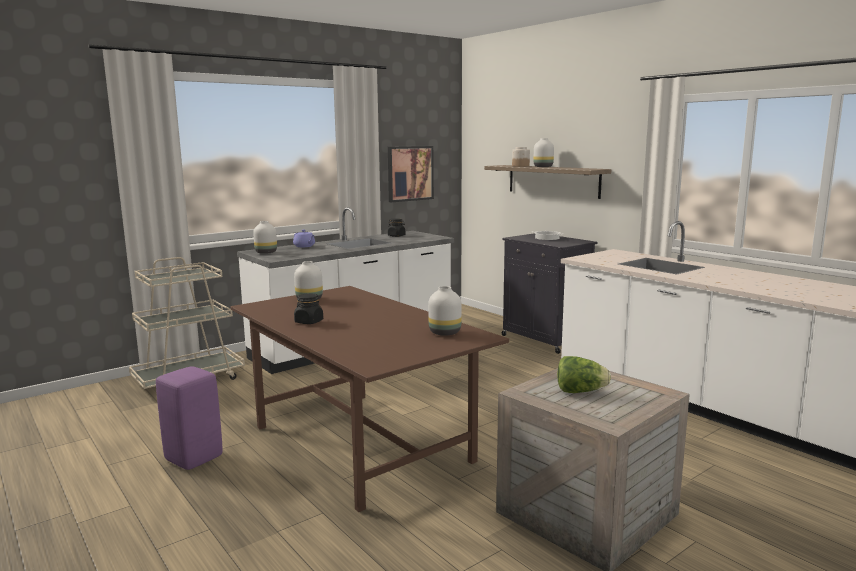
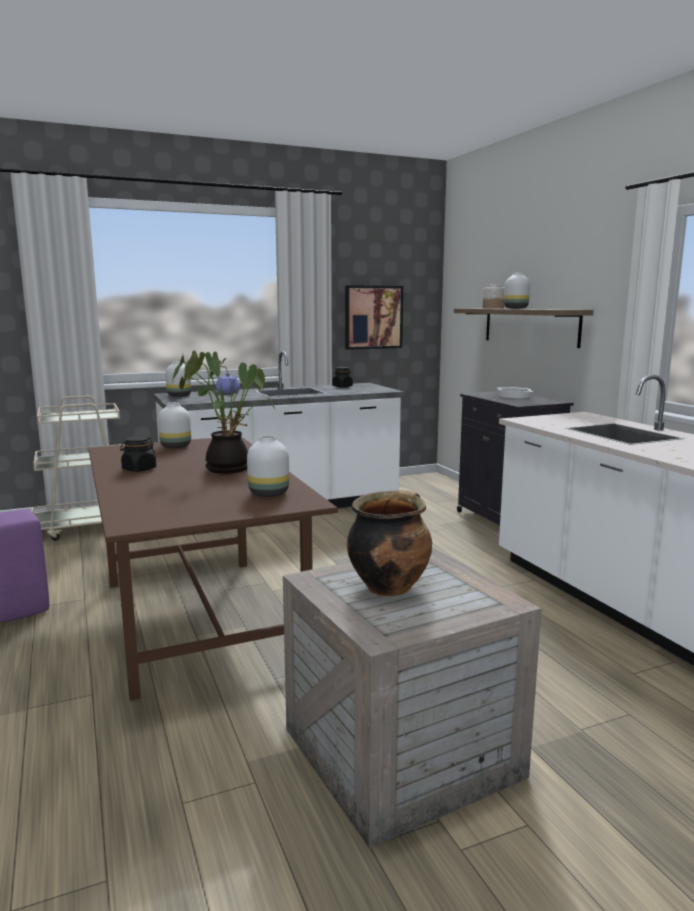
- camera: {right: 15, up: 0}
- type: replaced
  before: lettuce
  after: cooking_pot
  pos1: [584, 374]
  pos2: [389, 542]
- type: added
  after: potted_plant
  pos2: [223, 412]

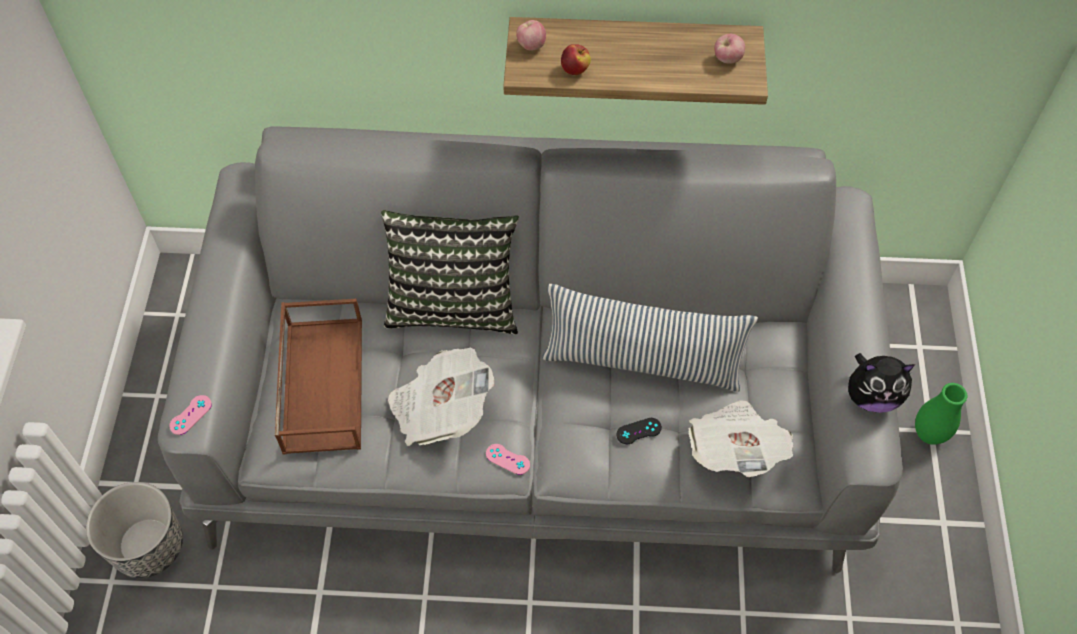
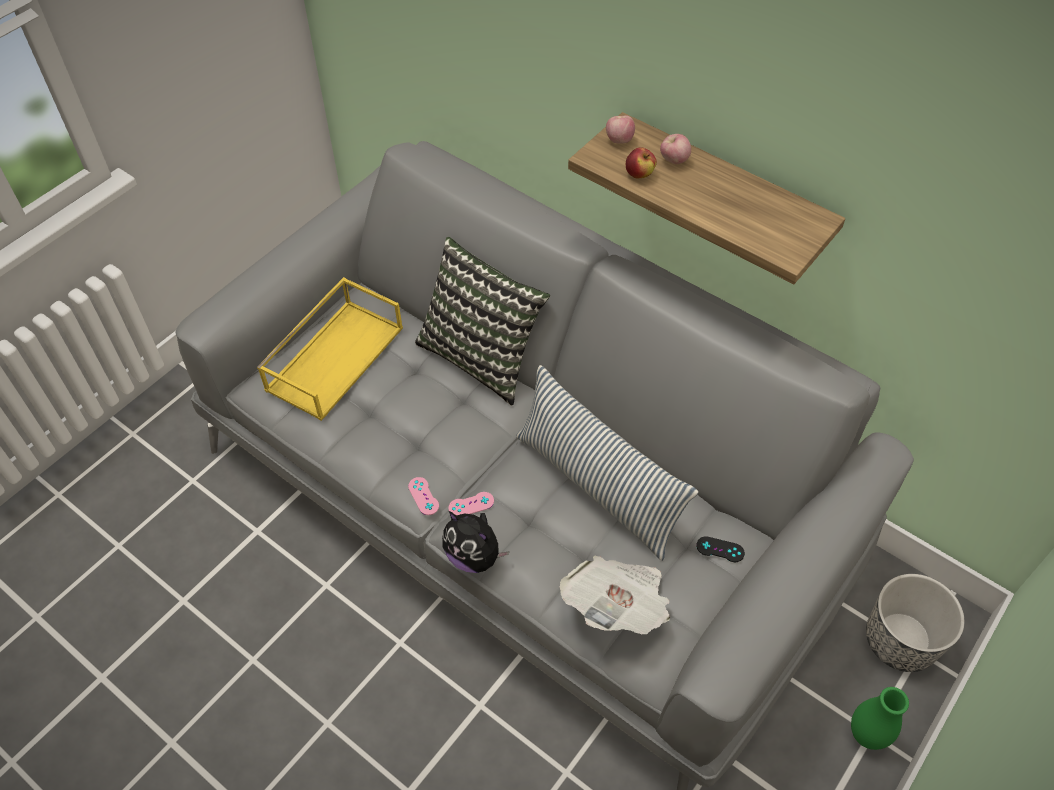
- camera: {right: 35, up: -5}
- type: moved
  before: planter
  pos1: [134, 530]
  pos2: [915, 623]
- type: moved
  before: pink_game_controller
  pos1: [190, 415]
  pos2: [471, 504]
- type: recoloured
  before: brown_tray
  after: yellow_tray
  pos1: [318, 377]
  pos2: [330, 349]
- type: removed
  before: newspaper
  pos1: [441, 397]
- type: moved
  before: black_game_controller
  pos1: [639, 431]
  pos2: [720, 549]
- type: moved
  before: apple
  pos1: [729, 49]
  pos2: [675, 149]
- type: moved
  before: plush_toy
  pos1: [881, 383]
  pos2: [476, 542]

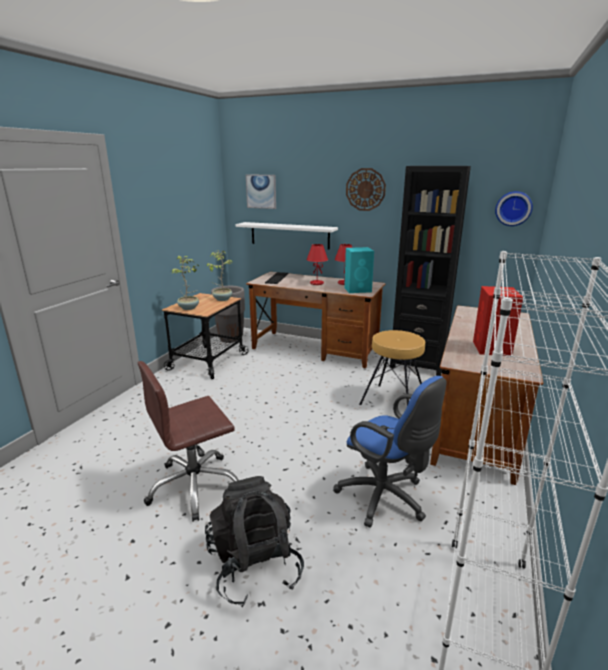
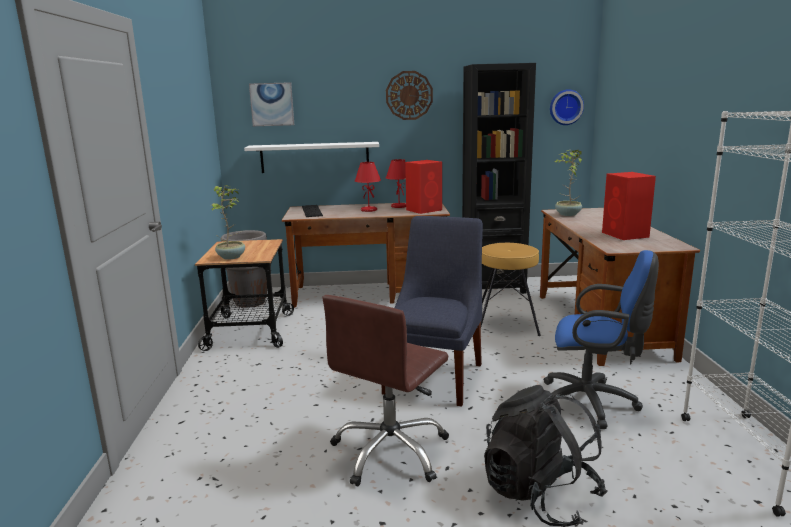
- camera: {right: -25, up: -5}
- type: moved
  before: potted_plant
  pos1: [220, 276]
  pos2: [568, 183]
- type: recoloured
  before: turquoise_speaker
  after: red_speaker
  pos1: [359, 270]
  pos2: [423, 187]
- type: added
  after: blue_chair
  pos2: [432, 311]

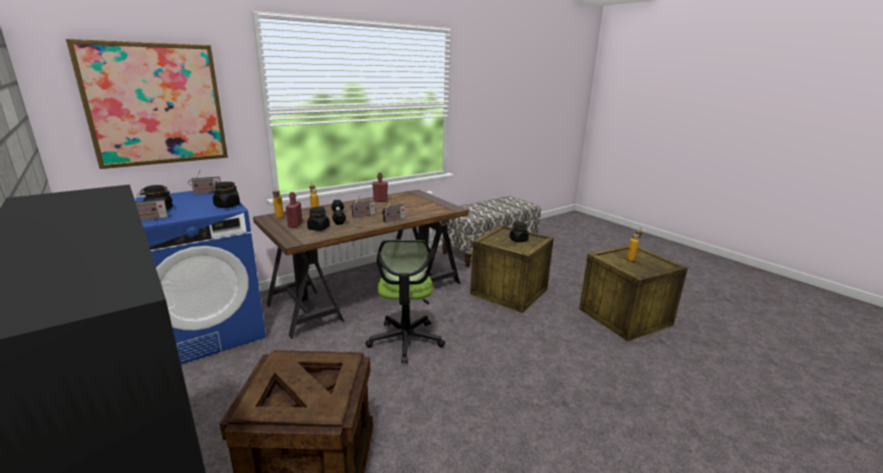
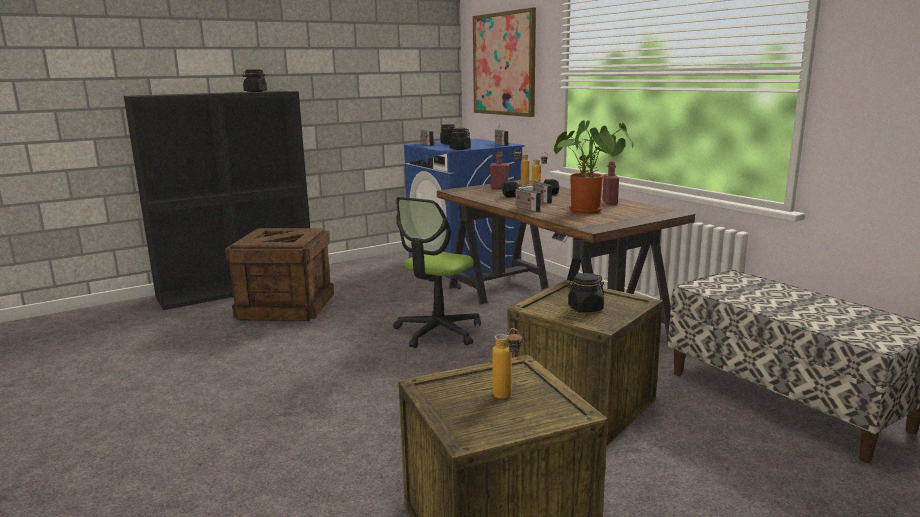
- camera: {right: 95, up: -5}
- type: moved
  before: black_jar
  pos1: [318, 219]
  pos2: [255, 80]
- type: turned
  before: office_chair
  pos1: [405, 302]
  pos2: [437, 272]
  turn: -60
- type: added
  after: potted_plant
  pos2: [594, 167]

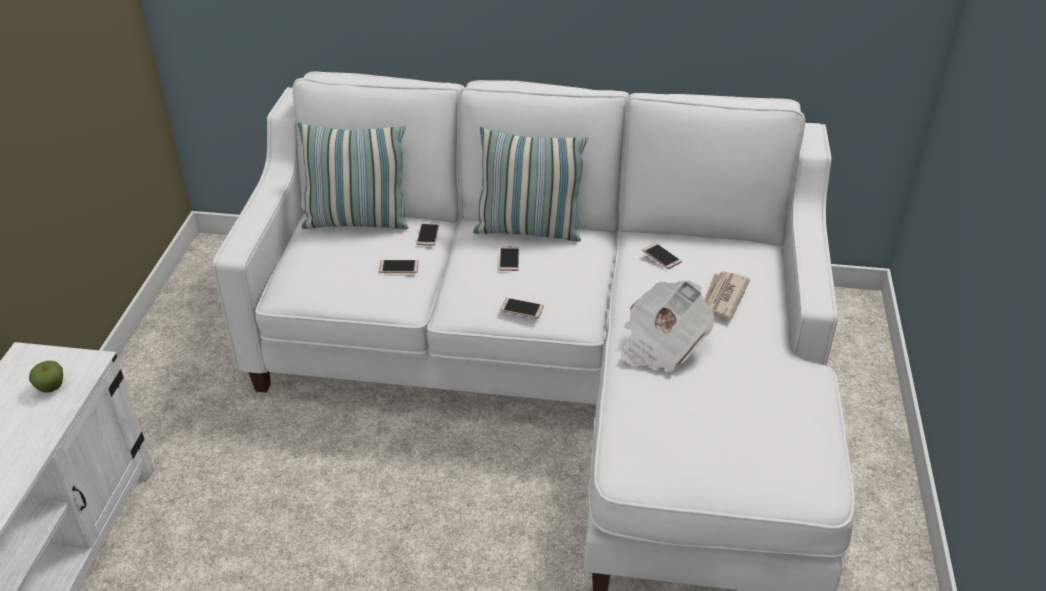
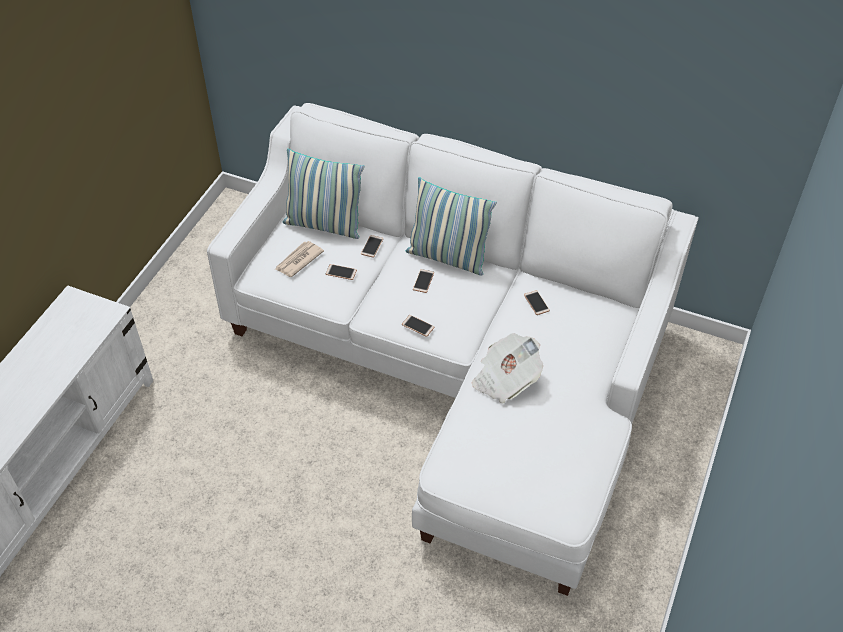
- camera: {right: 15, up: 10}
- type: removed
  before: apple
  pos1: [46, 377]
- type: moved
  before: newspaper
  pos1: [727, 295]
  pos2: [299, 259]

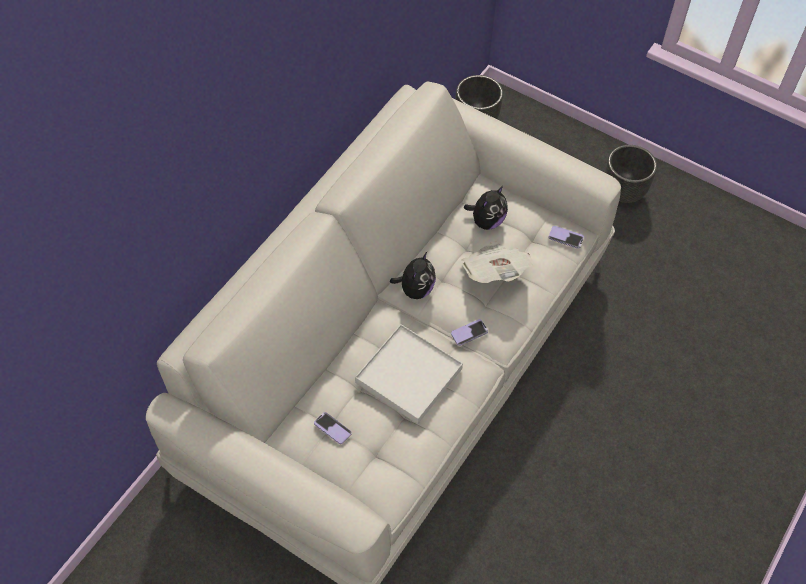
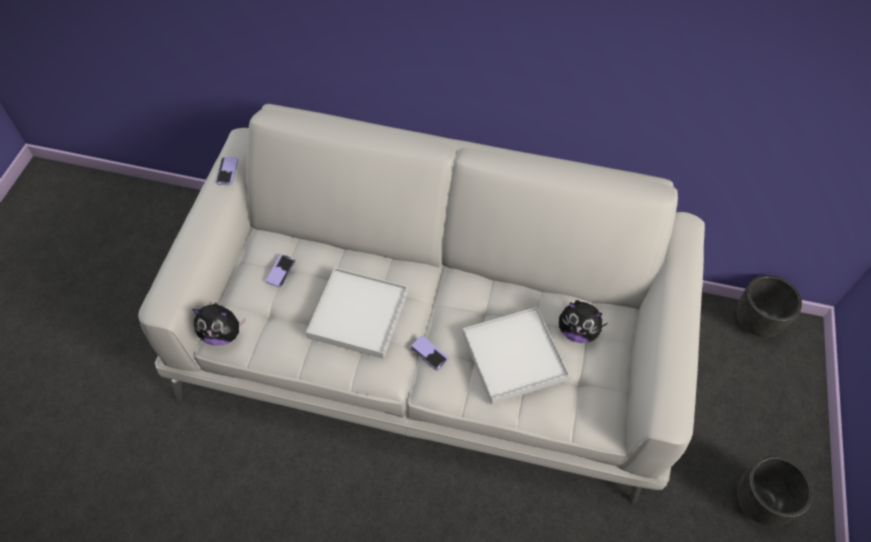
- camera: {right: 70, up: 0}
- type: moved
  before: plush_toy
  pos1: [413, 275]
  pos2: [219, 324]
- type: replaced
  before: newspaper
  after: white_tray
  pos1: [497, 262]
  pos2: [515, 355]
- type: moved
  before: phone
  pos1: [566, 237]
  pos2: [227, 171]

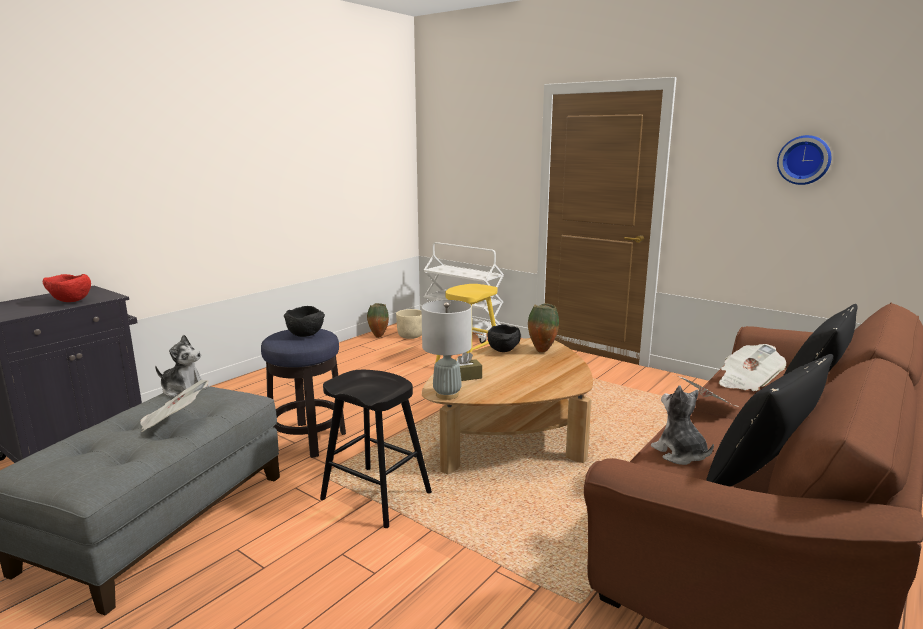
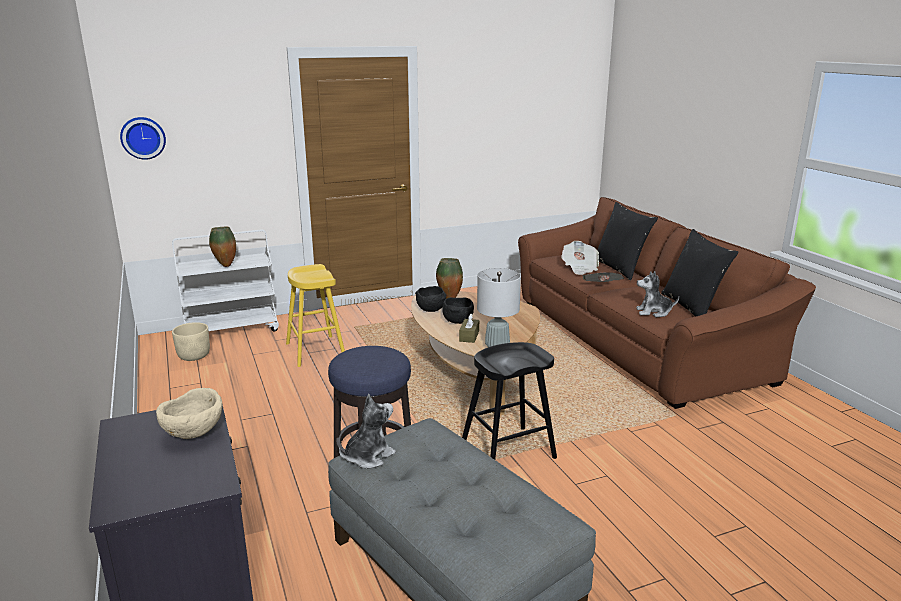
- camera: {right: -60, up: 5}
- type: recoloured
  before: red_bowl
  after: beige_bowl
  pos1: [67, 288]
  pos2: [189, 413]
- type: removed
  before: newspaper
  pos1: [174, 405]
- type: moved
  before: black_bowl
  pos1: [304, 321]
  pos2: [458, 310]
- type: moved
  before: vase
  pos1: [378, 320]
  pos2: [222, 246]
- type: moved
  before: wall_clock
  pos1: [804, 160]
  pos2: [143, 138]

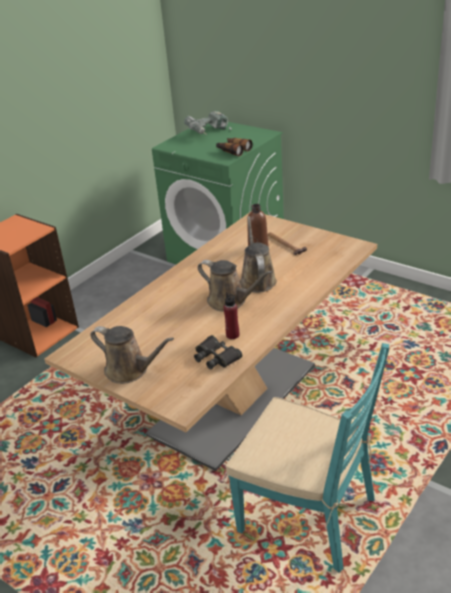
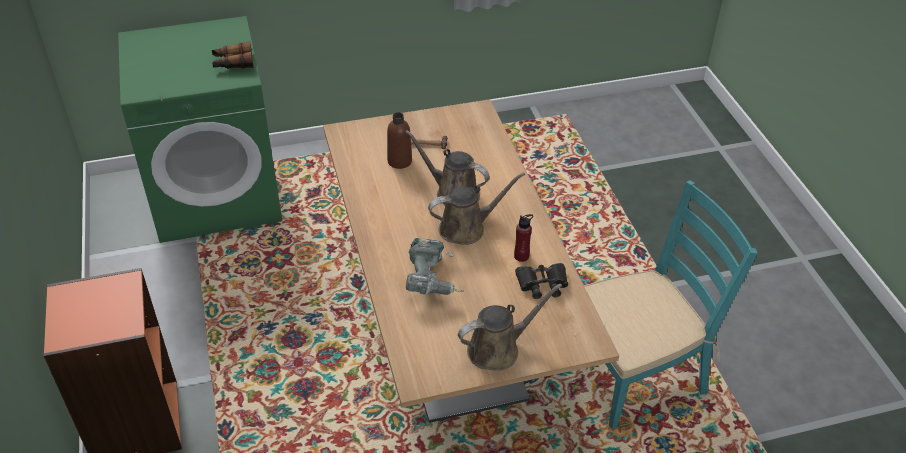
- camera: {right: -55, up: 10}
- type: moved
  before: power_drill
  pos1: [208, 123]
  pos2: [434, 266]

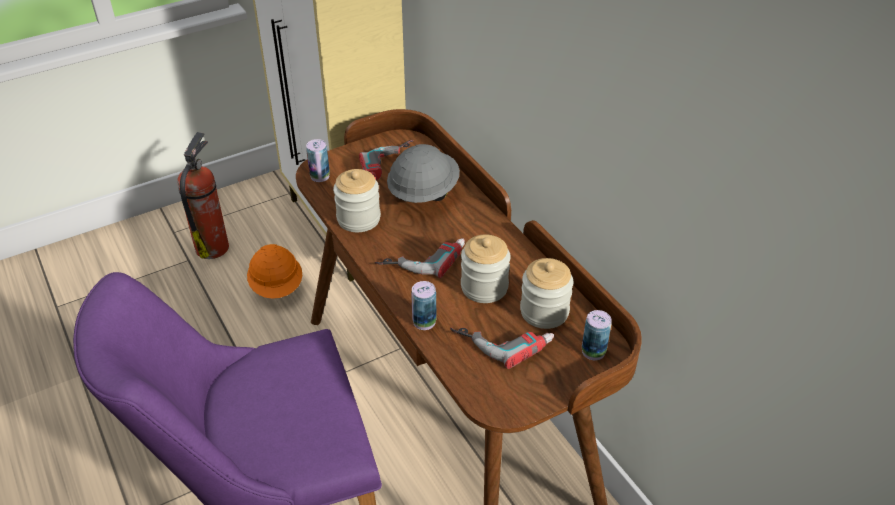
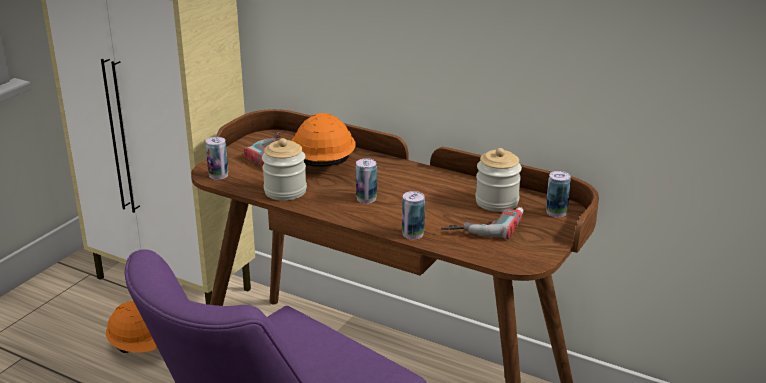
- camera: {right: -30, up: -15}
- type: removed
  before: fire_extinguisher
  pos1: [203, 195]
- type: replaced
  before: power_drill
  after: can
  pos1: [420, 258]
  pos2: [366, 180]
- type: recoloured
  before: grey_hard_hat
  after: orange_hard_hat
  pos1: [423, 173]
  pos2: [323, 140]
- type: removed
  before: jar
  pos1: [486, 268]

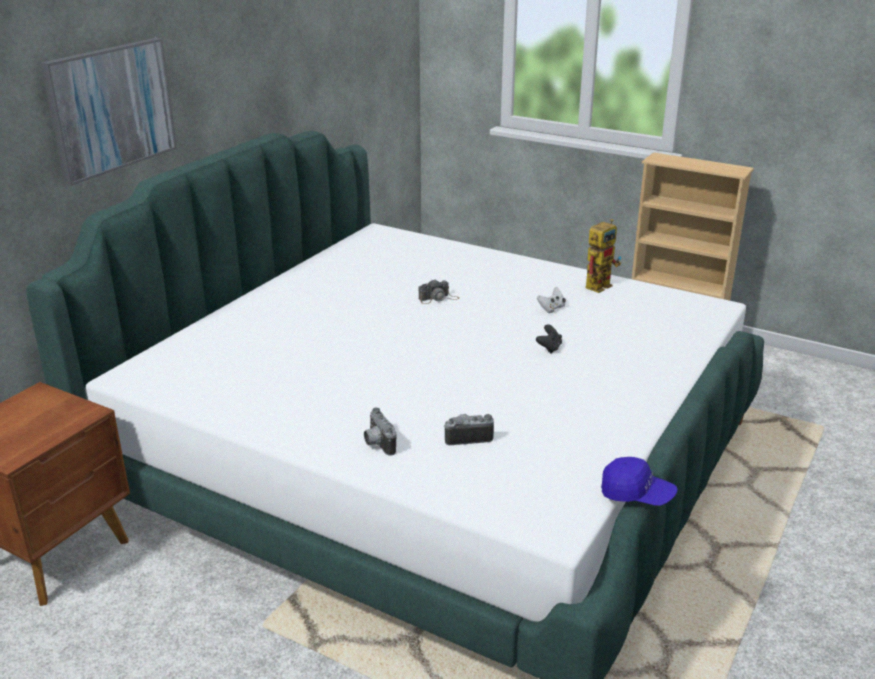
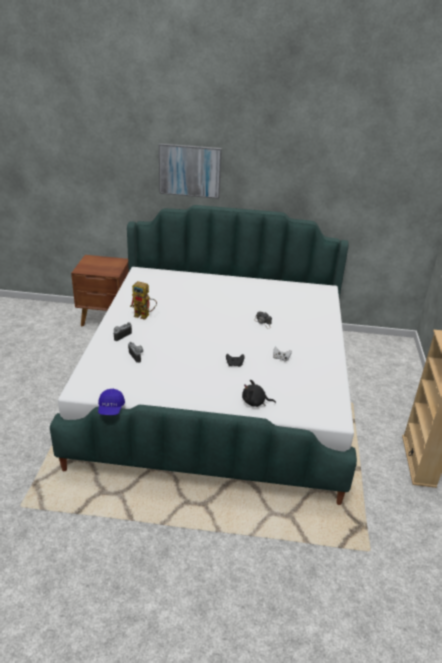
- camera: {right: 65, up: 5}
- type: moved
  before: toy_robot
  pos1: [603, 256]
  pos2: [143, 300]
- type: added
  after: black_plush_toy
  pos2: [259, 393]

